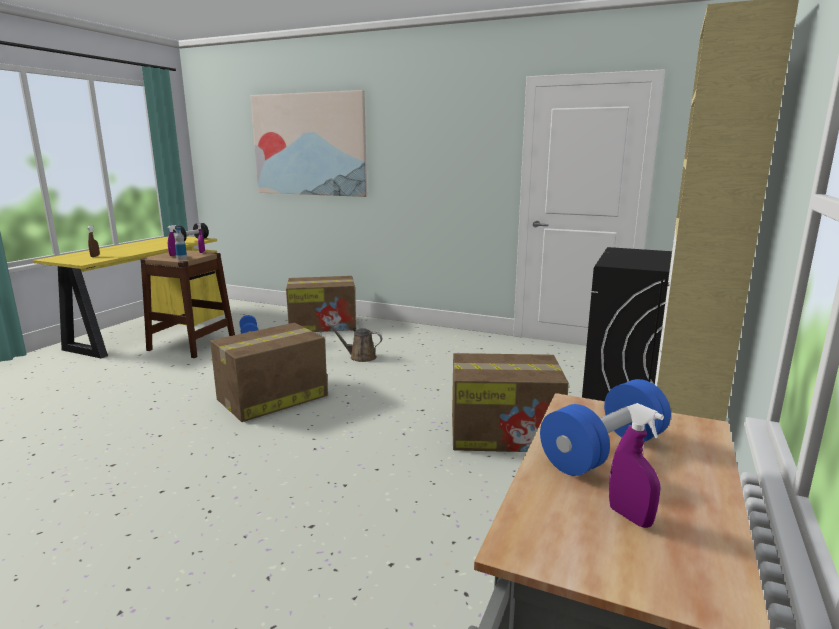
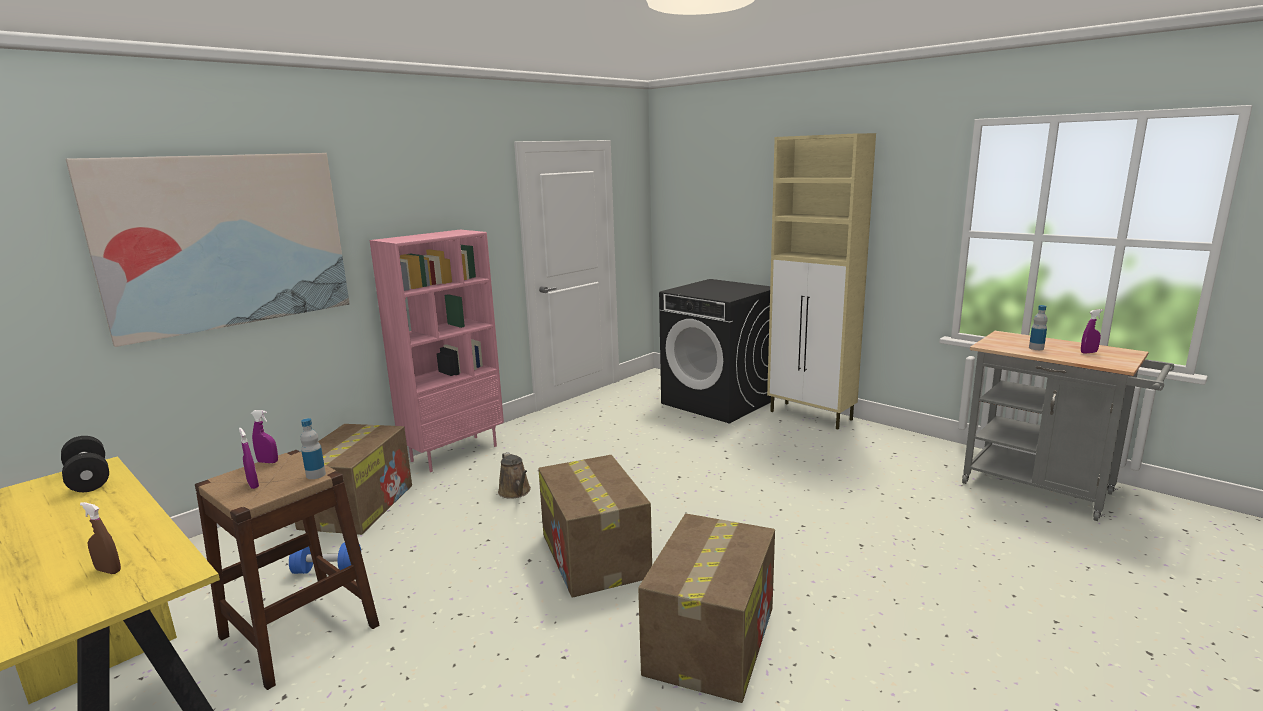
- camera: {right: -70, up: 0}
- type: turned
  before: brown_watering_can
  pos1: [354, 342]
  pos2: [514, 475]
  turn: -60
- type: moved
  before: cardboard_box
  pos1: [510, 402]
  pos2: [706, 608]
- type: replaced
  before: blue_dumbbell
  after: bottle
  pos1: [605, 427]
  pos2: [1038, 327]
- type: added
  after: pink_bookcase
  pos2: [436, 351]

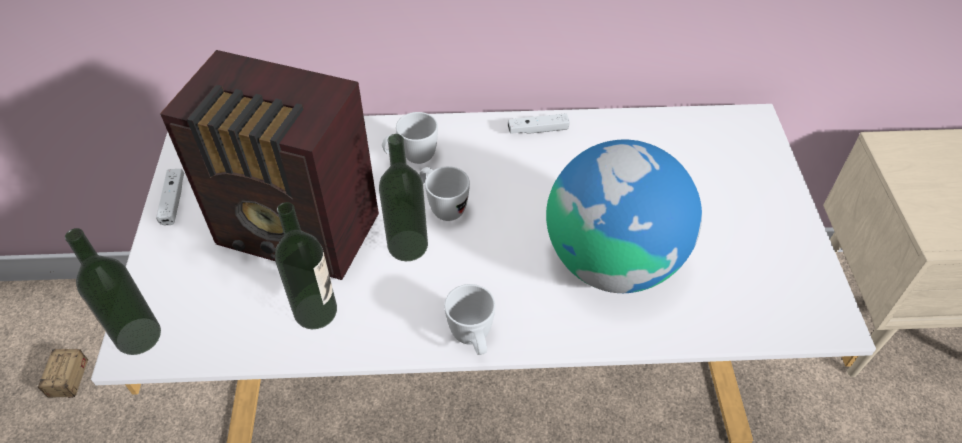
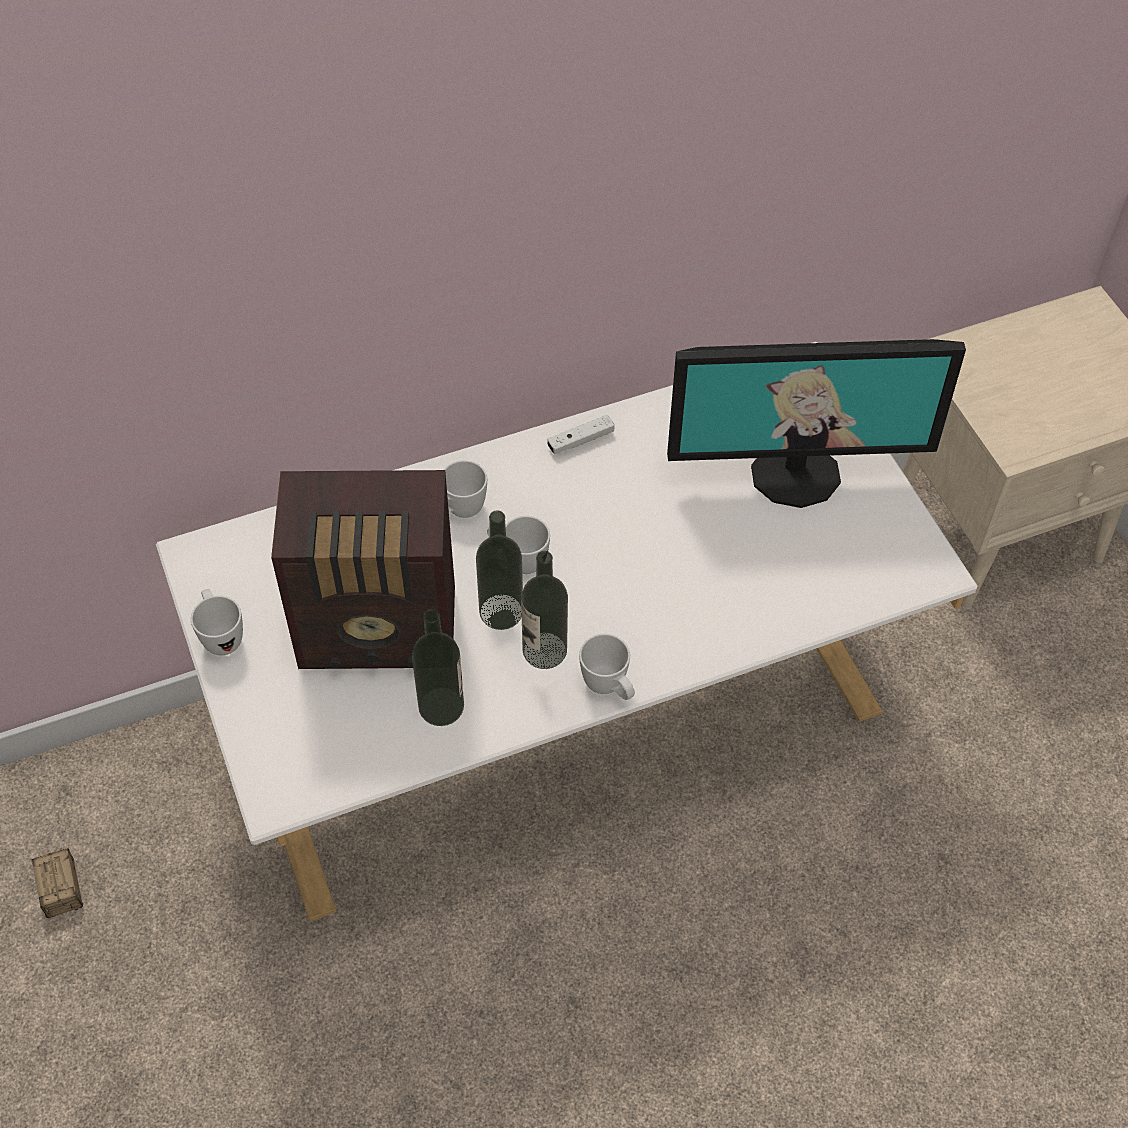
- camera: {right: -20, up: 5}
- type: moved
  before: bottle
  pos1: [113, 291]
  pos2: [544, 610]
- type: replaced
  before: white_game_controller
  after: white_mug
  pos1: [170, 197]
  pos2: [217, 622]
- type: removed
  before: globe
  pos1: [624, 216]
- type: added
  after: monitor
  pos2: [816, 423]

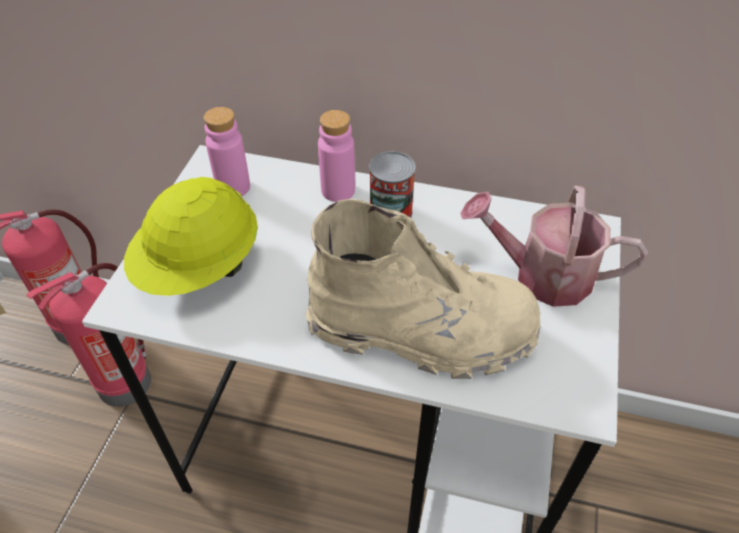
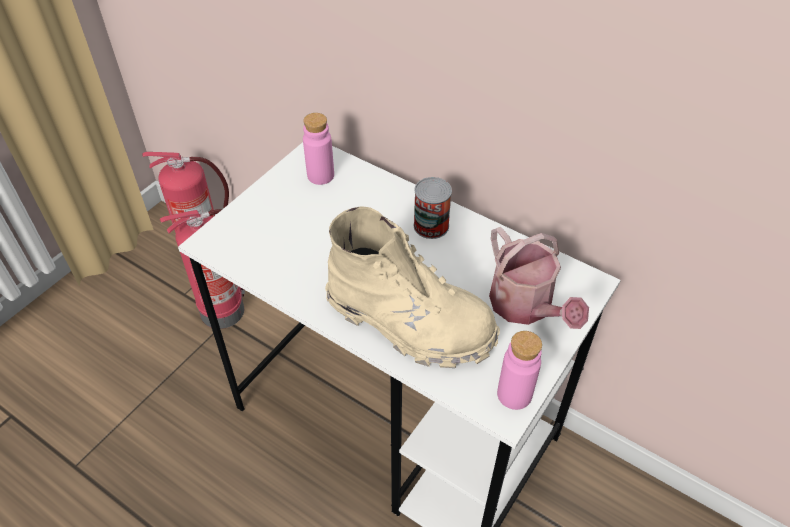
- camera: {right: 20, up: 0}
- type: removed
  before: yellow_hard_hat
  pos1: [191, 236]
- type: moved
  before: pink_bottle
  pos1: [336, 156]
  pos2: [519, 370]
- type: turned
  before: watering_can
  pos1: [554, 246]
  pos2: [539, 278]
  turn: -150

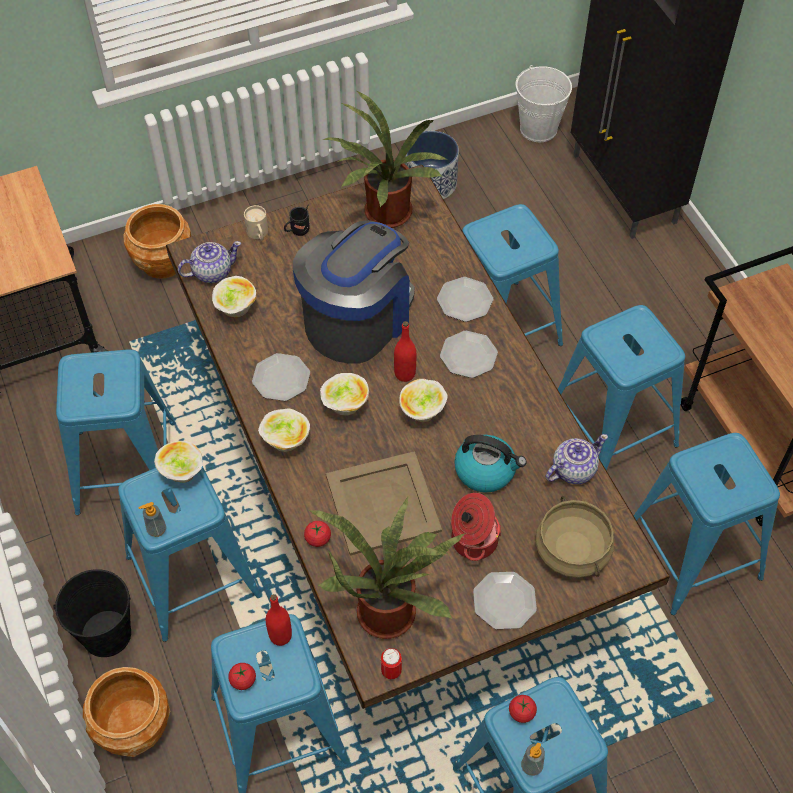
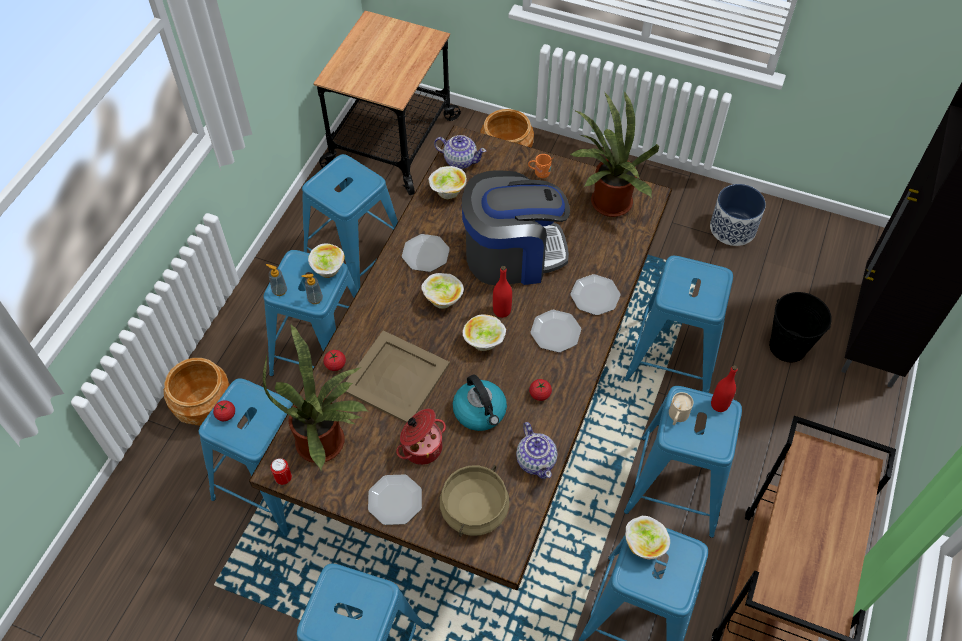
- camera: {right: 45, up: 0}
- type: moved
  before: black_bucket
  pos1: [92, 613]
  pos2: [800, 327]
- type: moved
  before: beige_mug
  pos1: [256, 223]
  pos2: [681, 408]
- type: moved
  before: bowl
  pos1: [284, 430]
  pos2: [647, 538]
- type: moved
  before: red_bottle
  pos1: [279, 620]
  pos2: [724, 388]
- type: recoloured
  before: black_mug
  after: orange_mug
  pos1: [297, 220]
  pos2: [541, 166]
- type: moved
  before: tomato
  pos1: [523, 709]
  pos2: [540, 390]
- type: removed
  before: white_bucket
  pos1: [544, 103]
- type: moved
  before: soap_dispenser
  pos1: [533, 759]
  pos2: [312, 289]
- type: turned
  before: teapot
  pos1: [576, 459]
  pos2: [537, 450]
  turn: 60

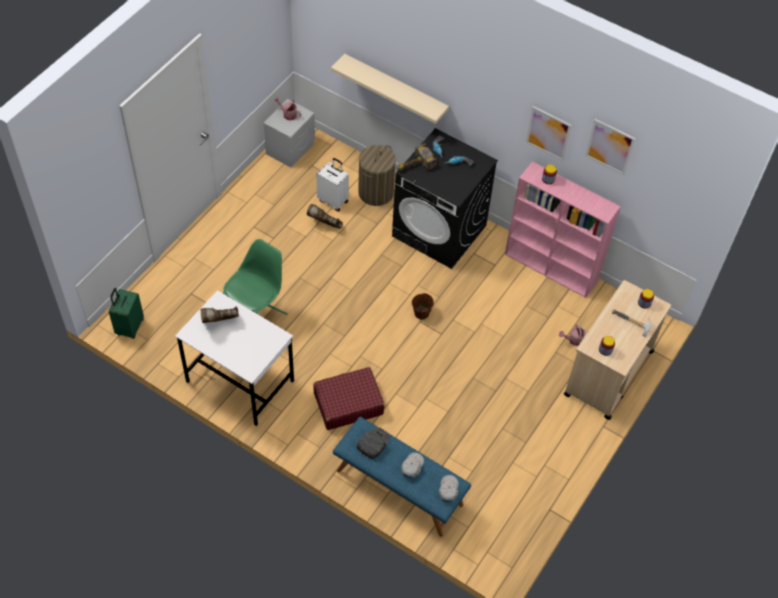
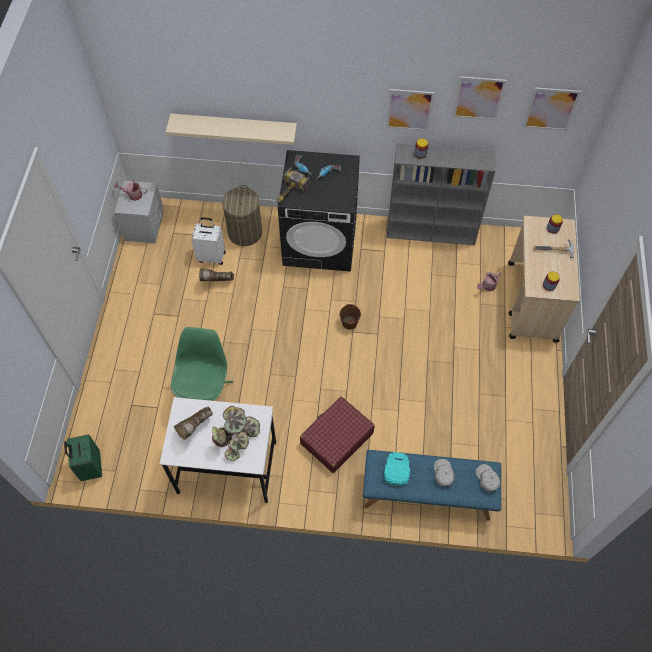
- camera: {right: -25, up: 5}
- type: recoloured
  before: black_cap
  after: turquoise_cap
  pos1: [373, 443]
  pos2: [397, 469]
- type: recoloured
  before: pink_bookcase
  after: grey_bookcase
  pos1: [563, 230]
  pos2: [441, 194]
- type: added
  after: potted_plant
  pos2: [236, 433]
- type: added
  after: picture
  pos2: [552, 109]

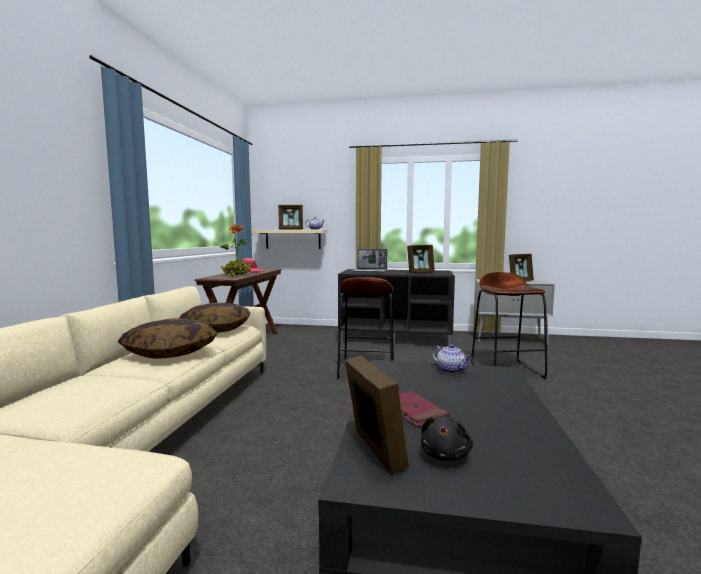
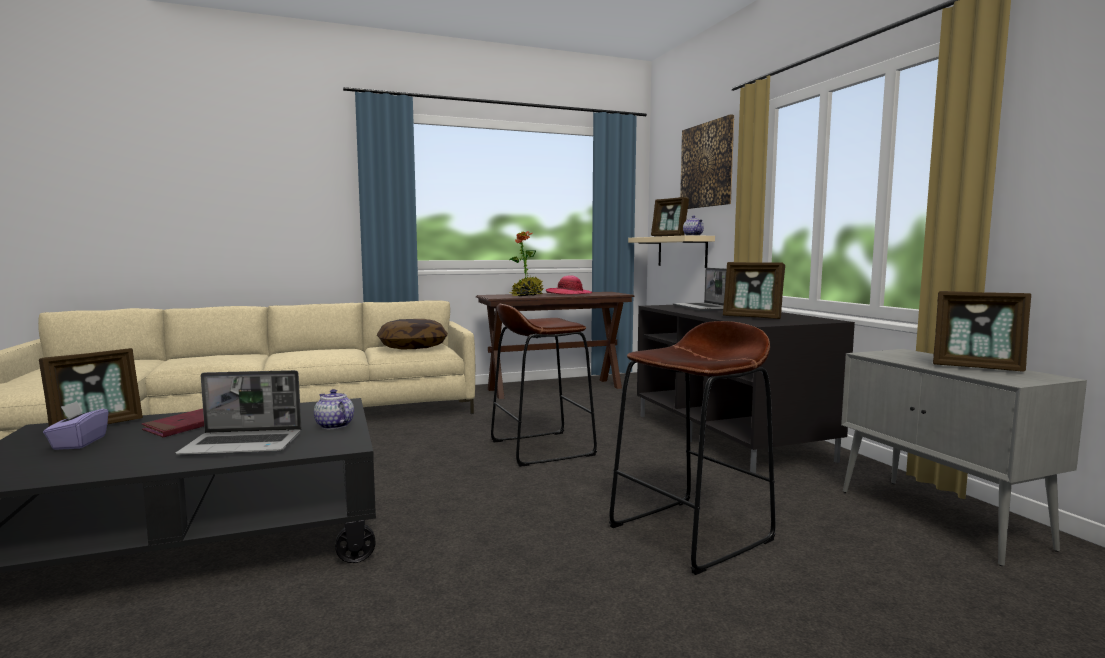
- camera: {right: 60, up: 0}
- type: removed
  before: pillow
  pos1: [168, 338]
- type: replaced
  before: black_plush_toy
  after: purple_tissue_box
  pos1: [447, 438]
  pos2: [76, 425]
- type: turned
  before: teapot
  pos1: [452, 359]
  pos2: [334, 409]
  turn: 120
- type: added
  after: laptop
  pos2: [238, 413]
- type: added
  after: picture
  pos2: [707, 161]

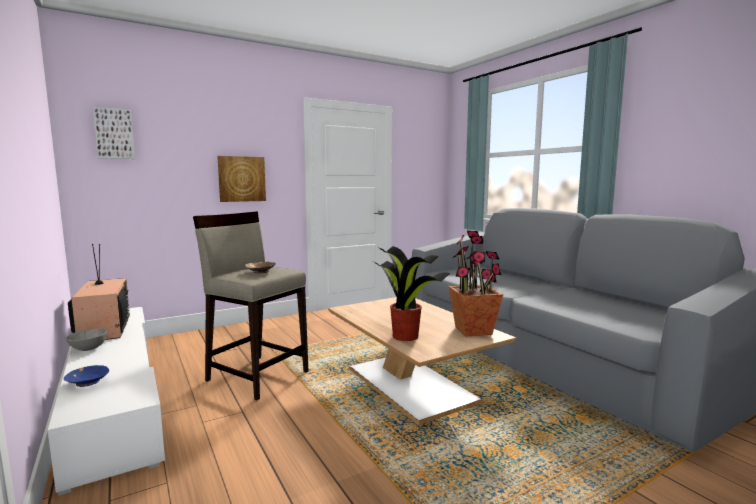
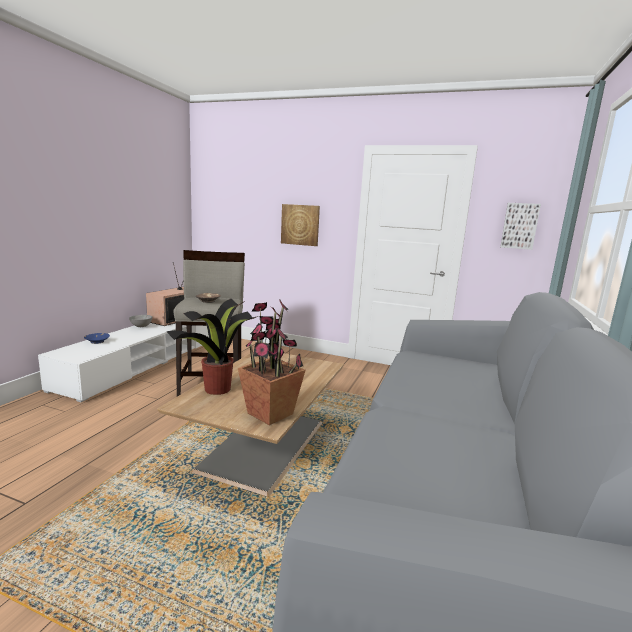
- camera: {right: 50, up: 5}
- type: moved
  before: picture
  pos1: [114, 133]
  pos2: [520, 226]

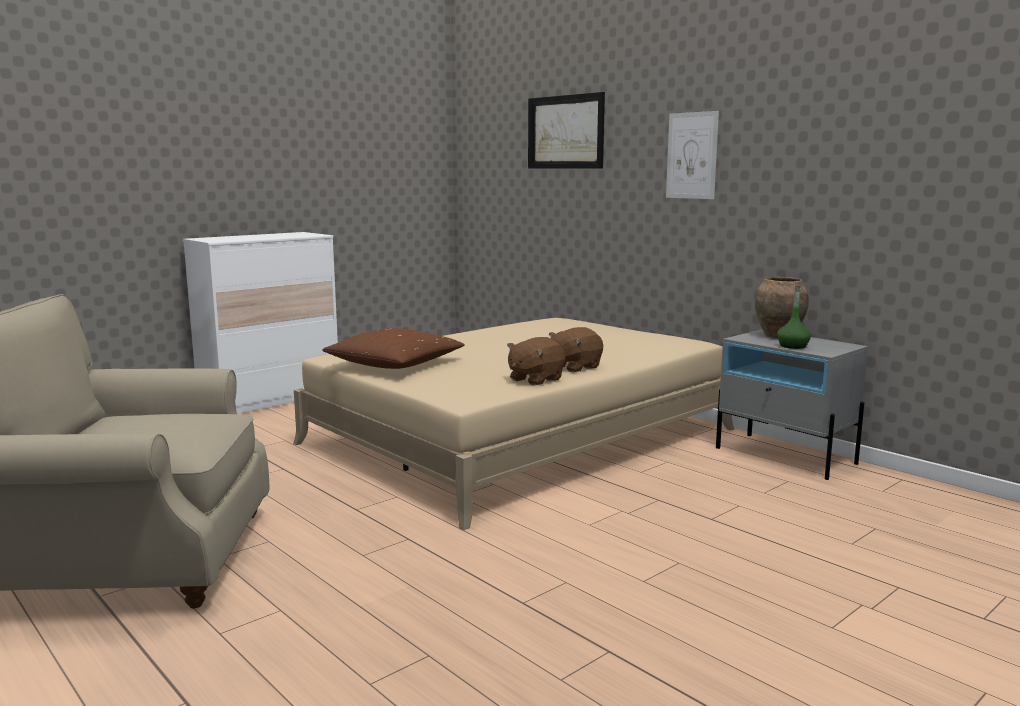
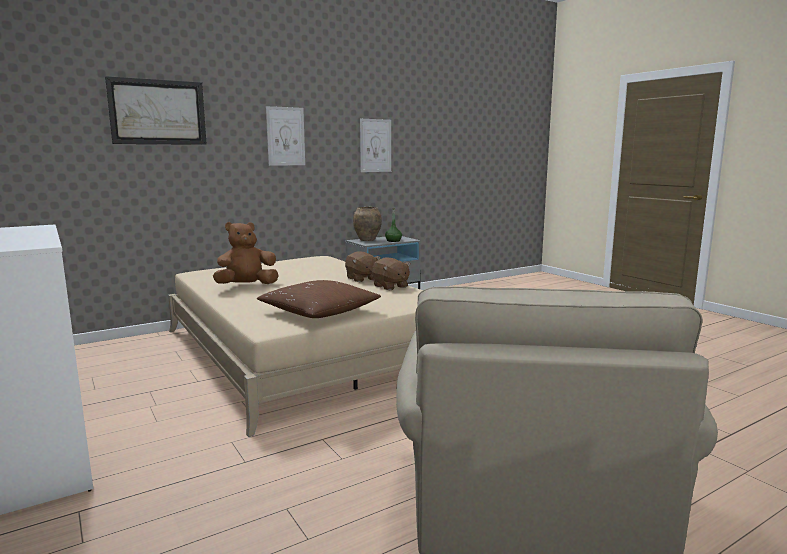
- camera: {right: -80, up: 0}
- type: added
  after: brown_plush_toy
  pos2: [246, 253]
- type: added
  after: picture
  pos2: [375, 145]

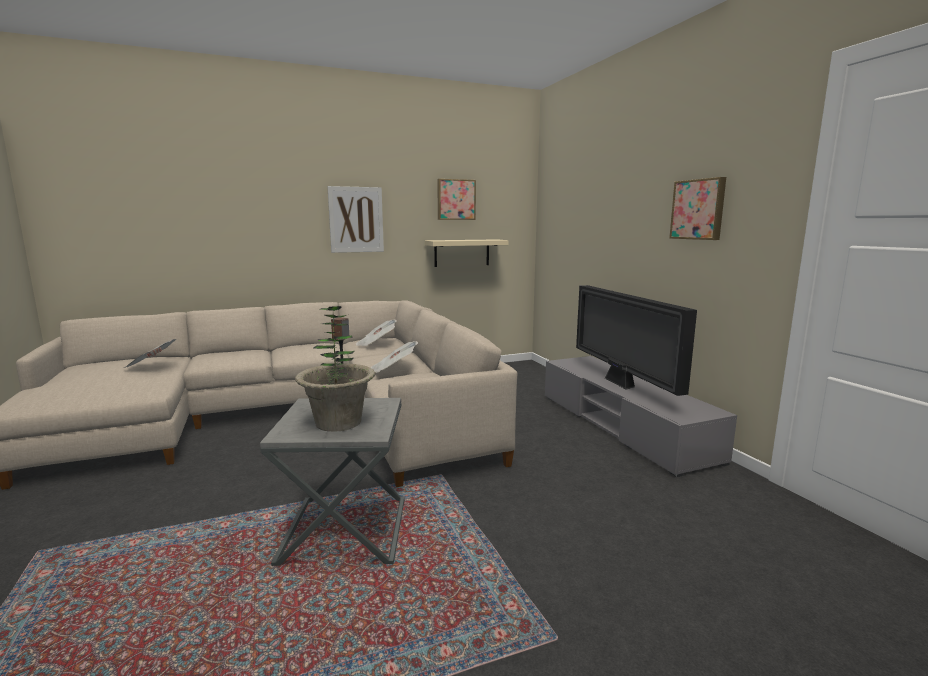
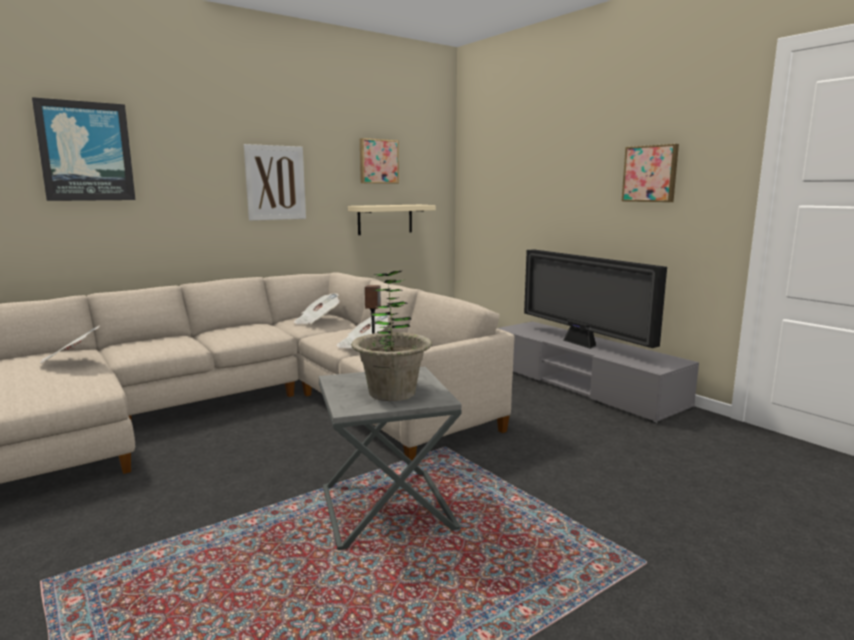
- camera: {right: -15, up: 0}
- type: added
  after: picture
  pos2: [83, 149]

